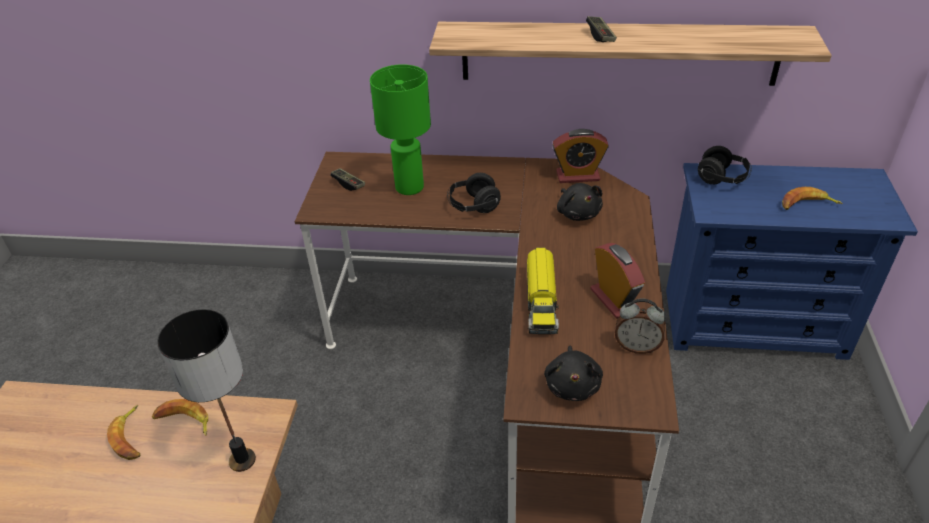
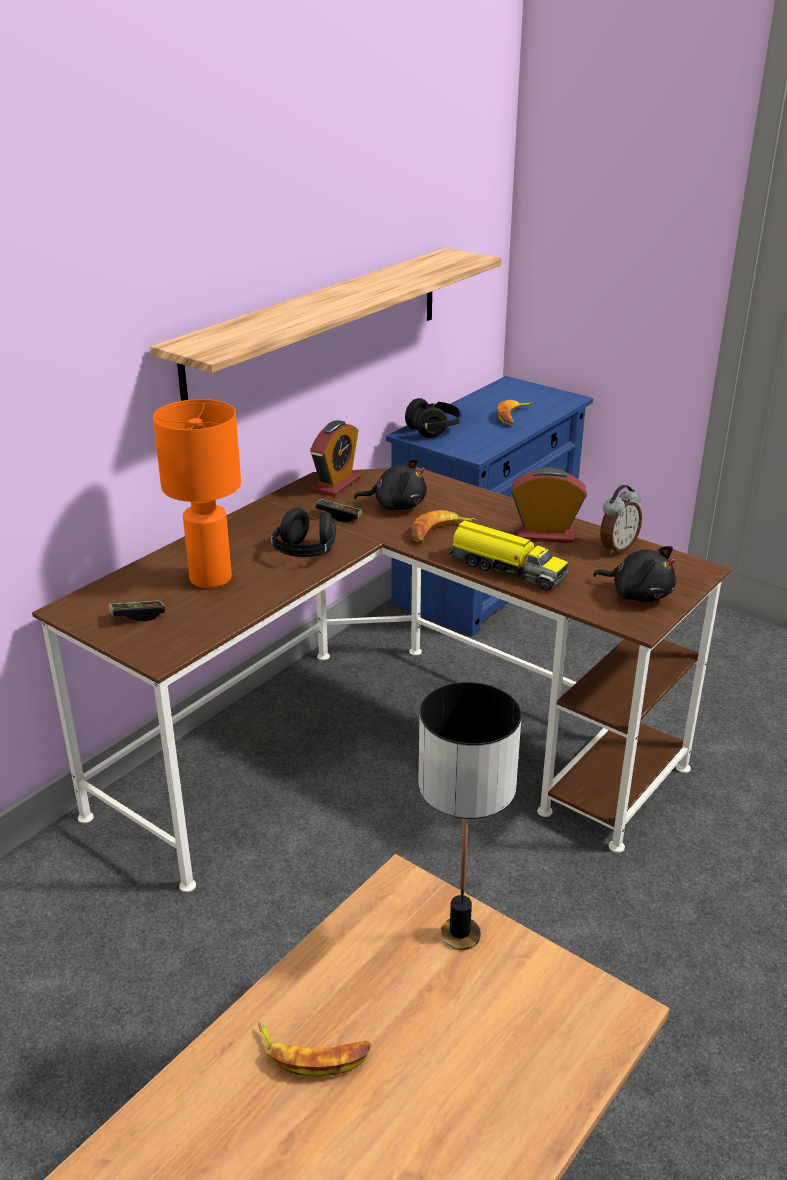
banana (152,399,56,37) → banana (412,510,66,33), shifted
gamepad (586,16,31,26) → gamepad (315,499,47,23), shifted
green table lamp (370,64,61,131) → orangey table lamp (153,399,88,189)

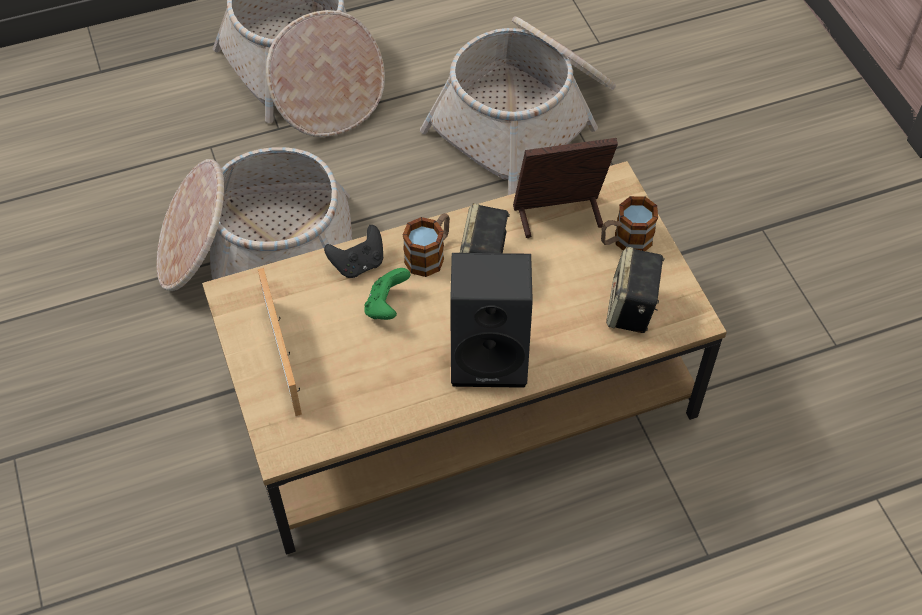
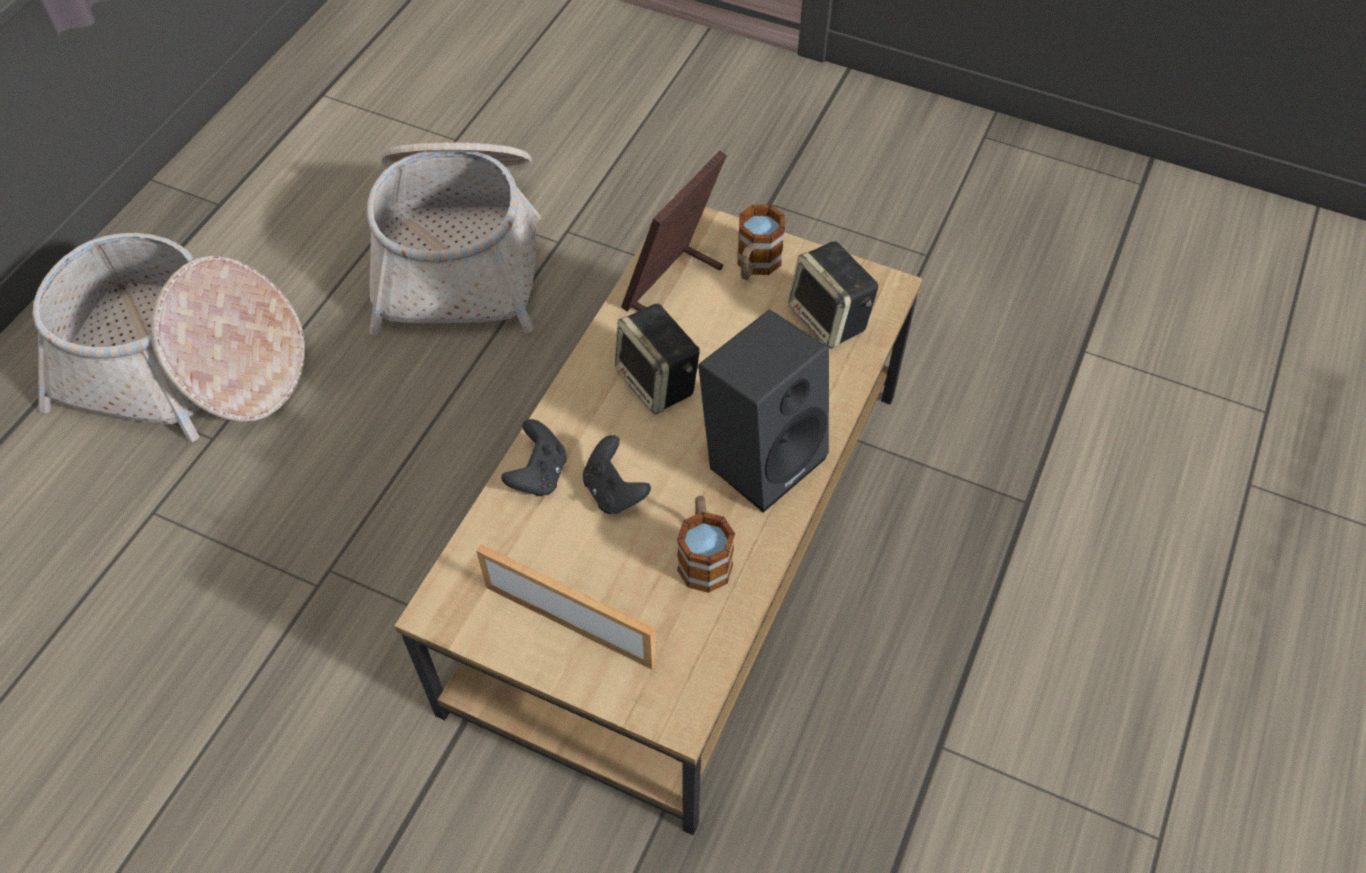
basket (157,147,195,144) → -
mug (403,213,47,64) → mug (677,496,58,97), shifted
green gamepad (364,268,46,52) → blackish gamepad (583,435,68,79)

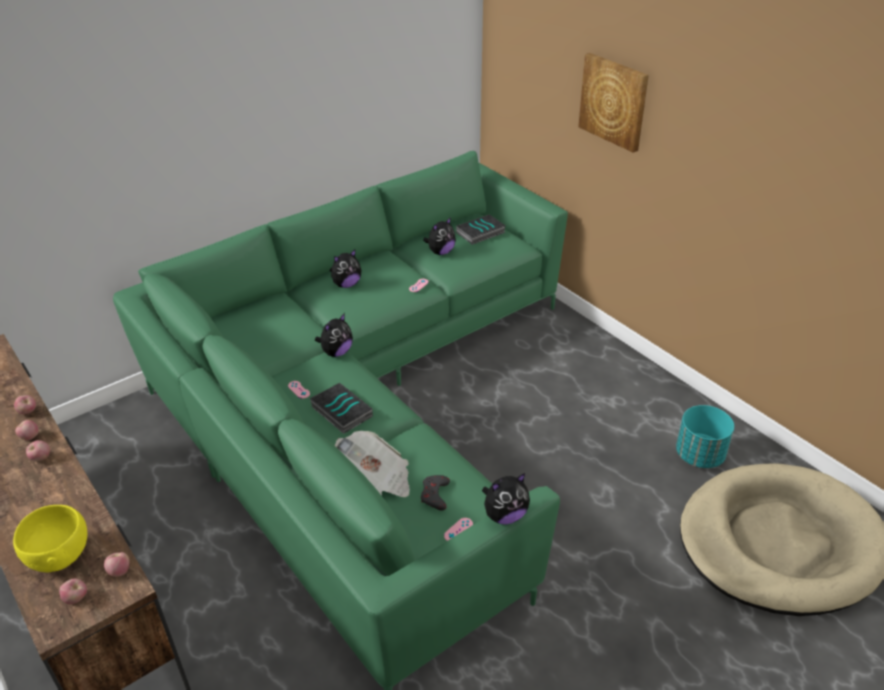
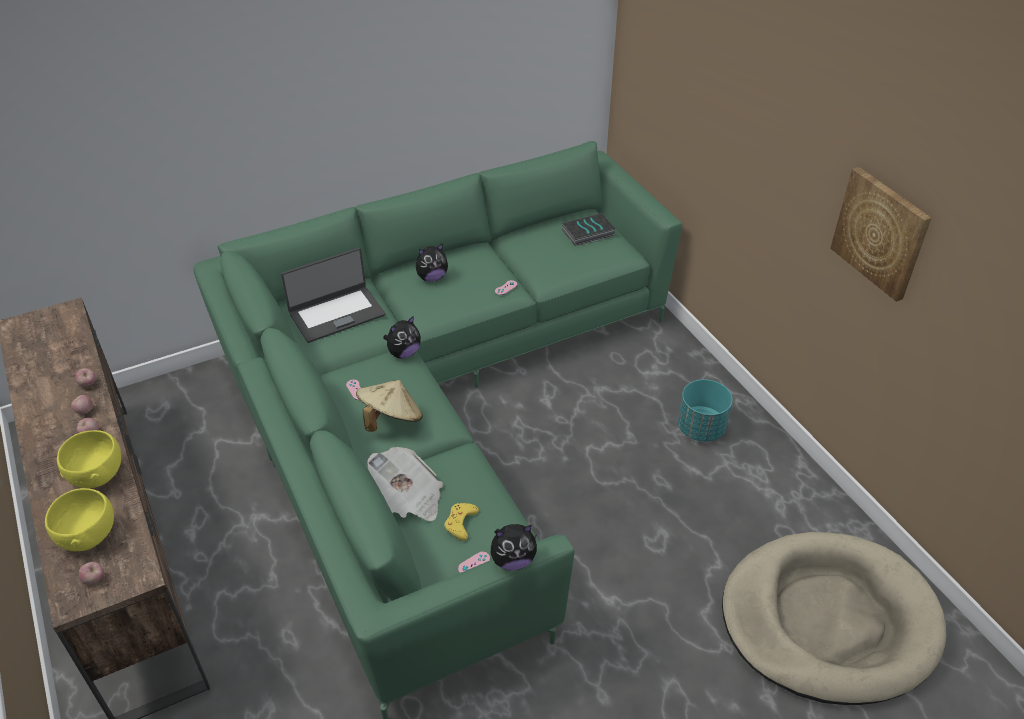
apple fruit (104,552,25,25) → -
plush toy (423,217,33,38) → -
- → yellow serving bowl (57,430,64,58)
- → portable computer (281,248,104,95)
wall picture (578,53,71,100) → wall picture (830,167,101,135), shifted
turquoise-coloured plant pot (676,405,58,63) → turquoise-coloured plant pot (678,379,55,63), shifted
volume (310,383,63,51) → beige-coloured wearable hat (356,380,67,52)
grey gamepad (421,475,29,36) → yellow gamepad (444,503,35,38)

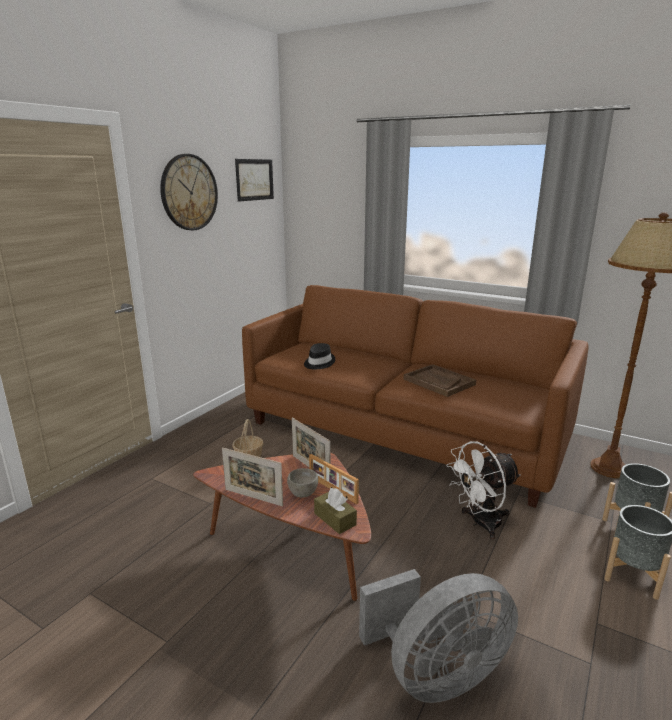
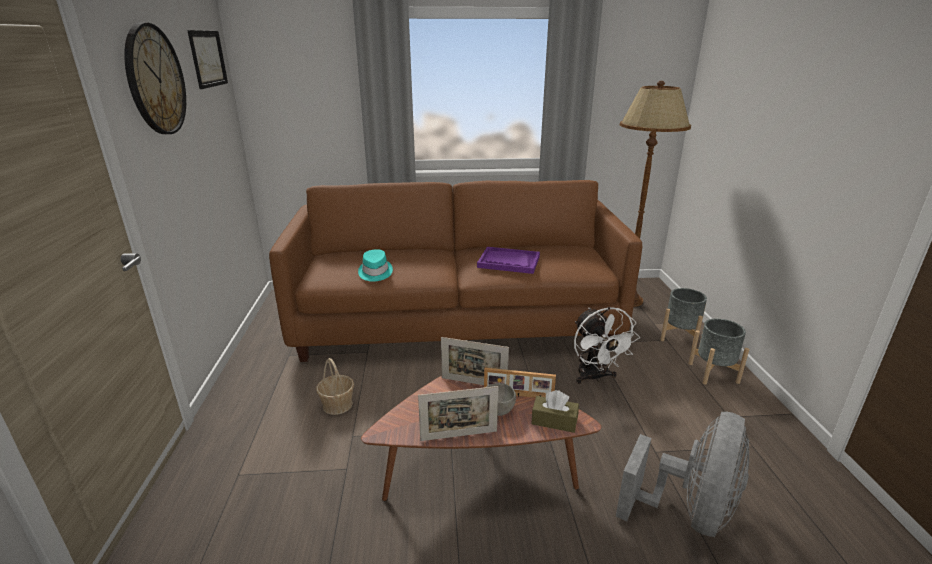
blackish wearable hat (304,343,31,26) → turquoise-coloured wearable hat (358,249,35,33)
brownish serving tray (404,364,72,33) → purple serving tray (477,247,63,27)
whitish fan (446,441,75,98) → whitish fan (574,307,66,77), 45 degrees counterclockwise

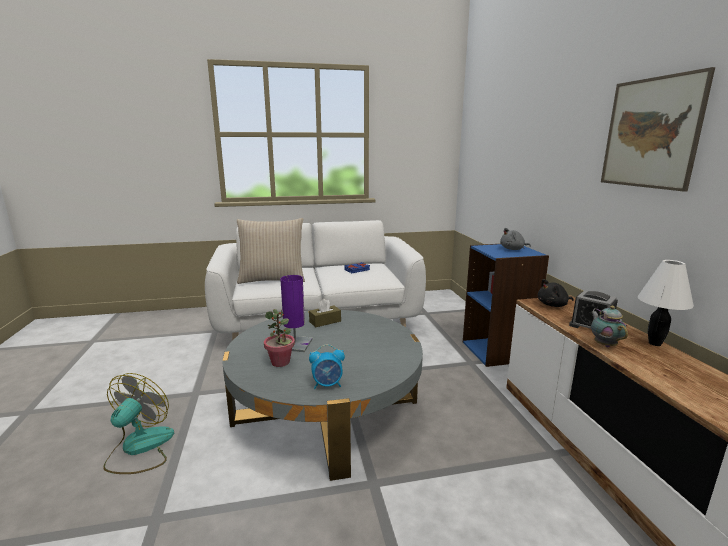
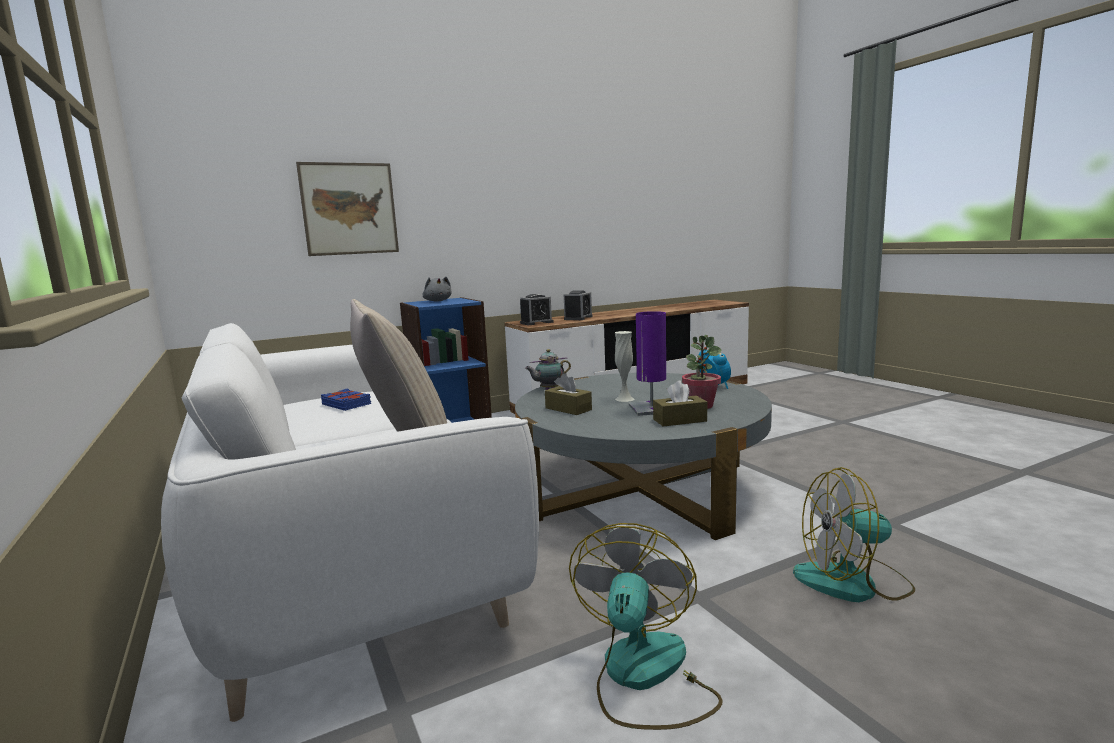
whitish table lamp (638,260,56,86) → -
- → fan (569,523,153,207)
- → whitish flower vase (615,331,19,71)
- → brownish tissue holder (653,381,54,45)
teapot (591,306,37,41) → teapot (525,349,46,41), shifted
wall picture (601,67,114,125) → wall picture (296,162,103,94), shifted
blackish plush toy (538,279,36,28) → bedside clock (520,294,34,31)

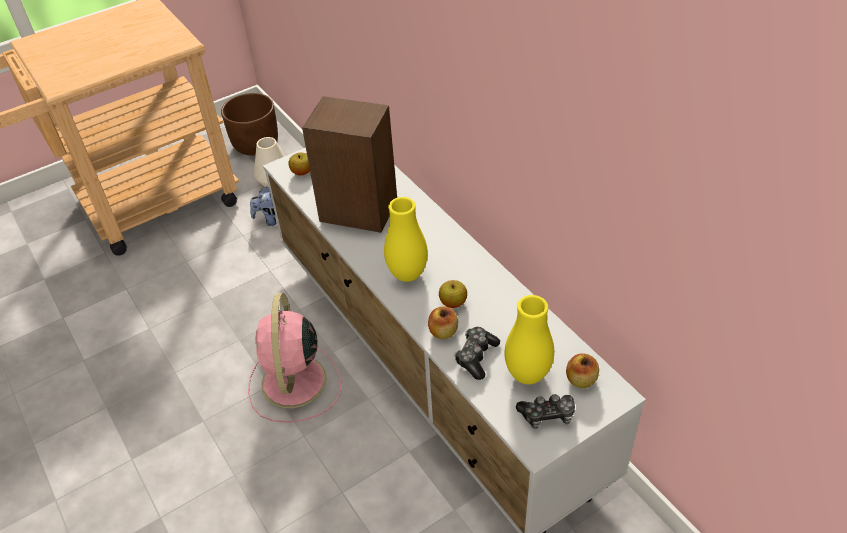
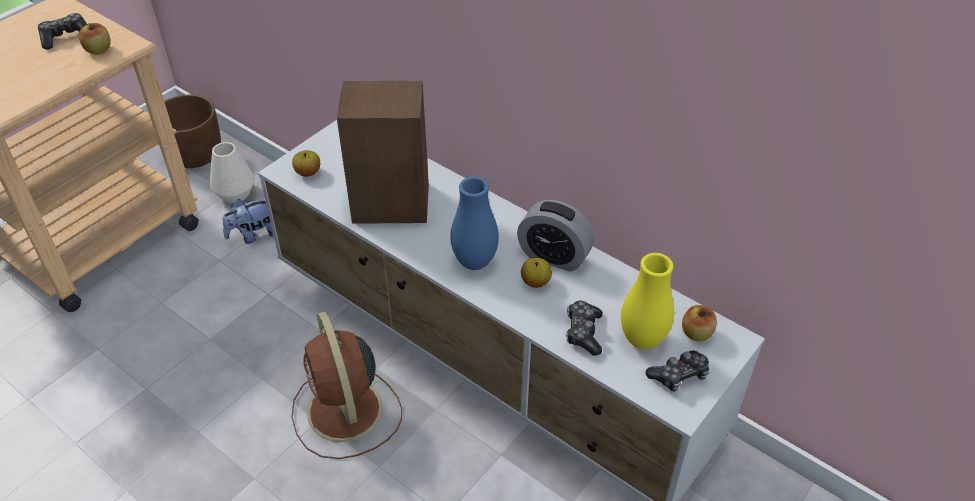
- → gamepad (38,13,50,37)
- → bedside clock (517,200,77,72)
apple fruit (428,307,30,32) → apple fruit (79,23,32,32), shifted
pink-coloured fan (248,293,93,130) → brownish fan (292,312,110,147)
yellow flower vase (384,197,44,85) → bluish flower vase (450,177,49,93)

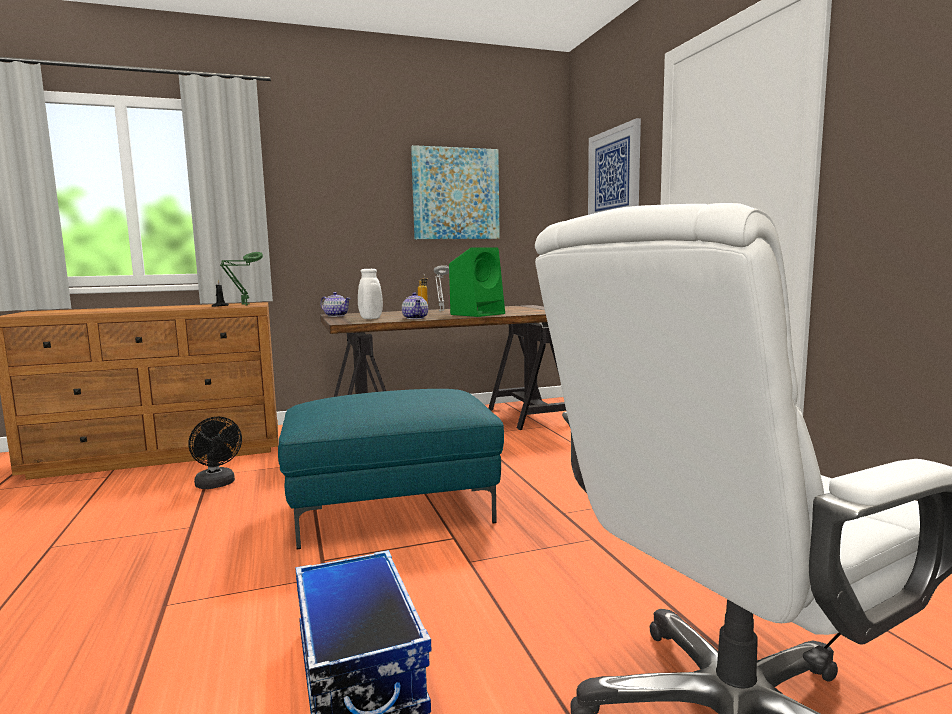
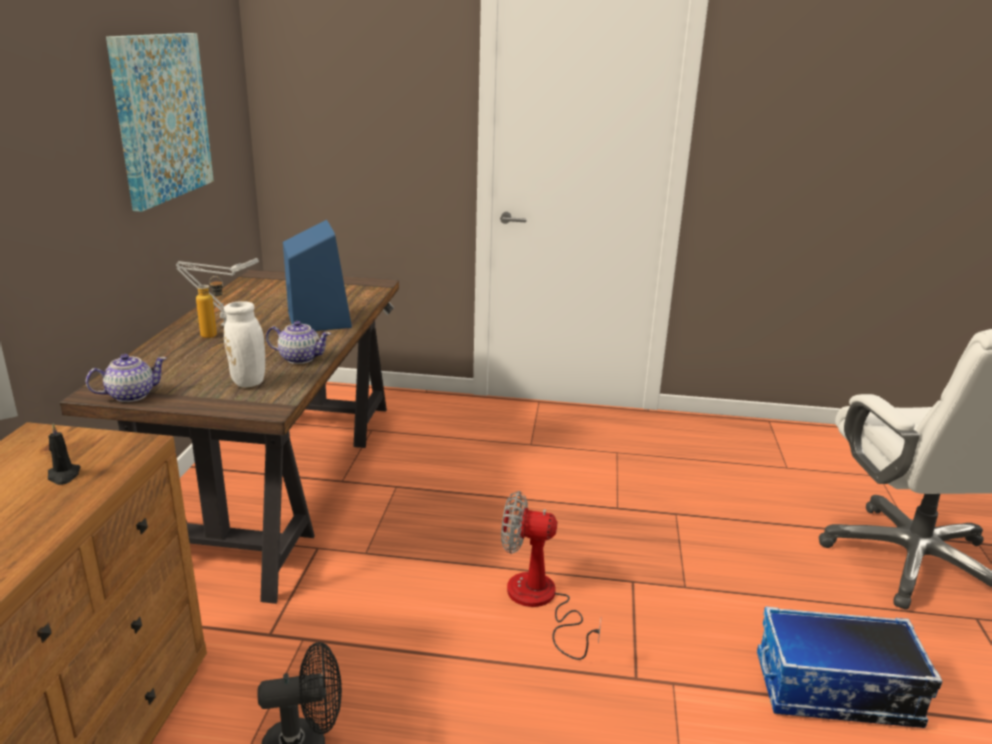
green table lamp (220,252,43,53) → -
wall picture (588,118,53,97) → -
turquoise-coloured footrest (278,389,226,160) → fan (501,491,101,169)
green audio speaker (449,247,56,70) → bluish audio speaker (283,220,69,111)

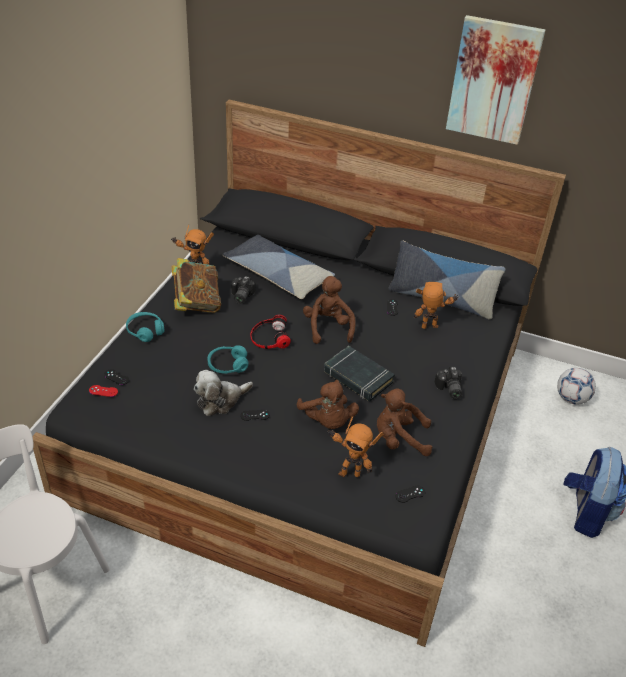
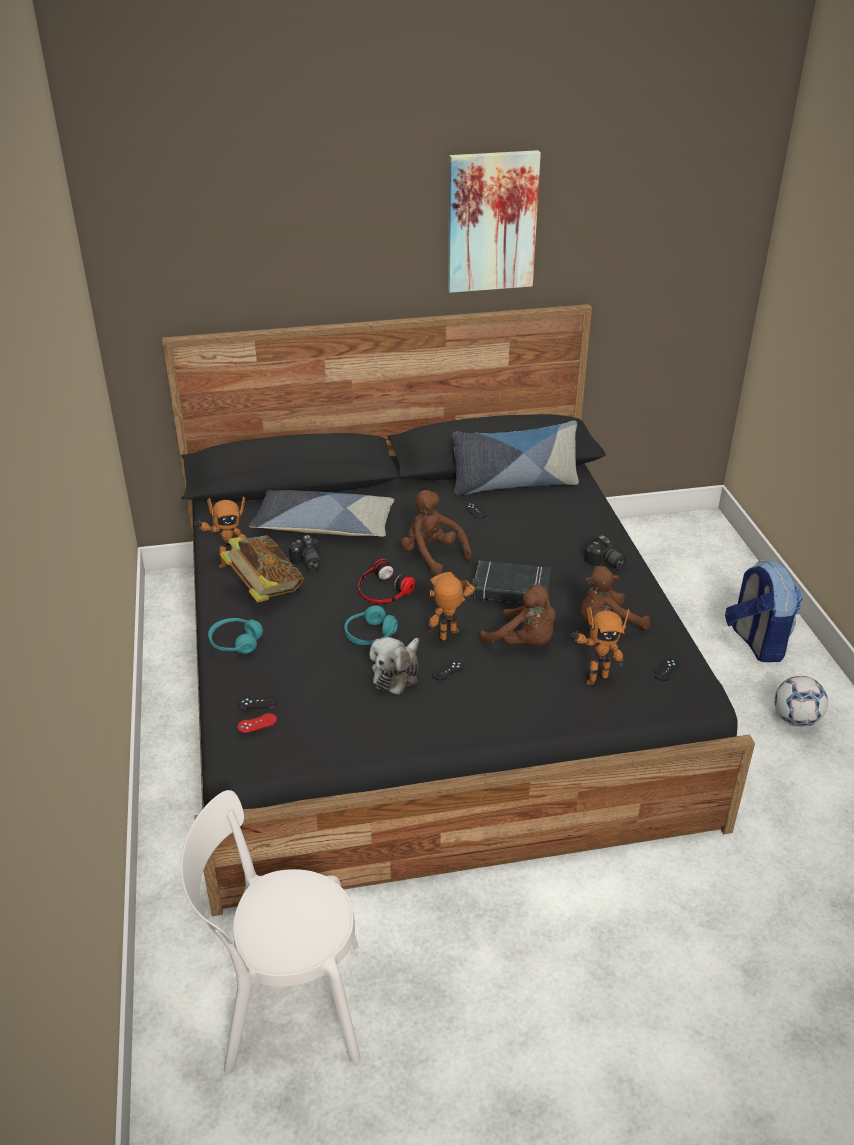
toy robot (414,282,45,47) → toy robot (428,572,51,68), shifted
football ball (557,368,39,37) → football ball (774,676,54,51), shifted

